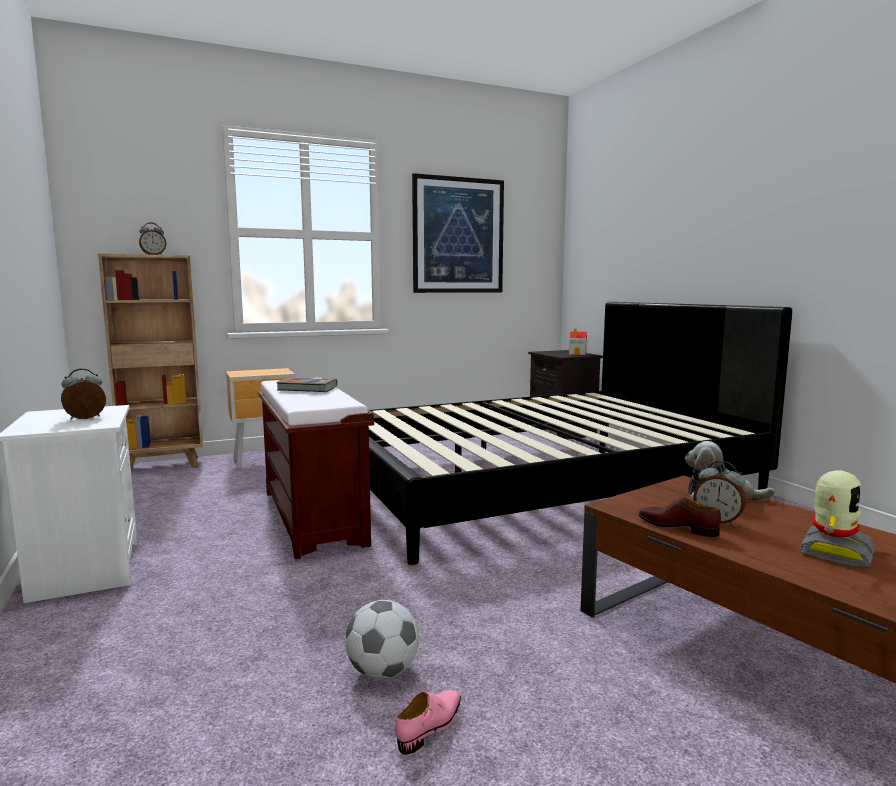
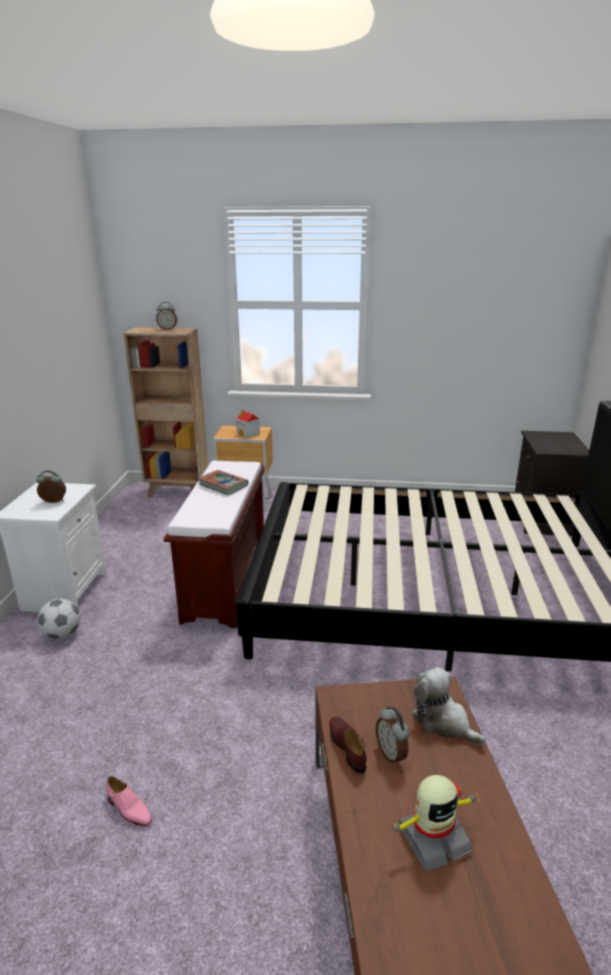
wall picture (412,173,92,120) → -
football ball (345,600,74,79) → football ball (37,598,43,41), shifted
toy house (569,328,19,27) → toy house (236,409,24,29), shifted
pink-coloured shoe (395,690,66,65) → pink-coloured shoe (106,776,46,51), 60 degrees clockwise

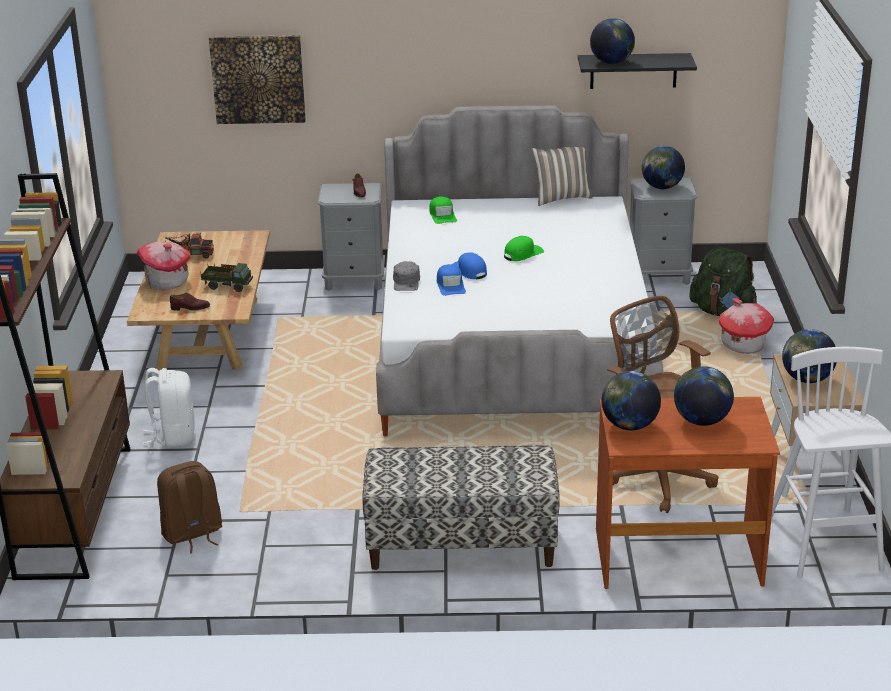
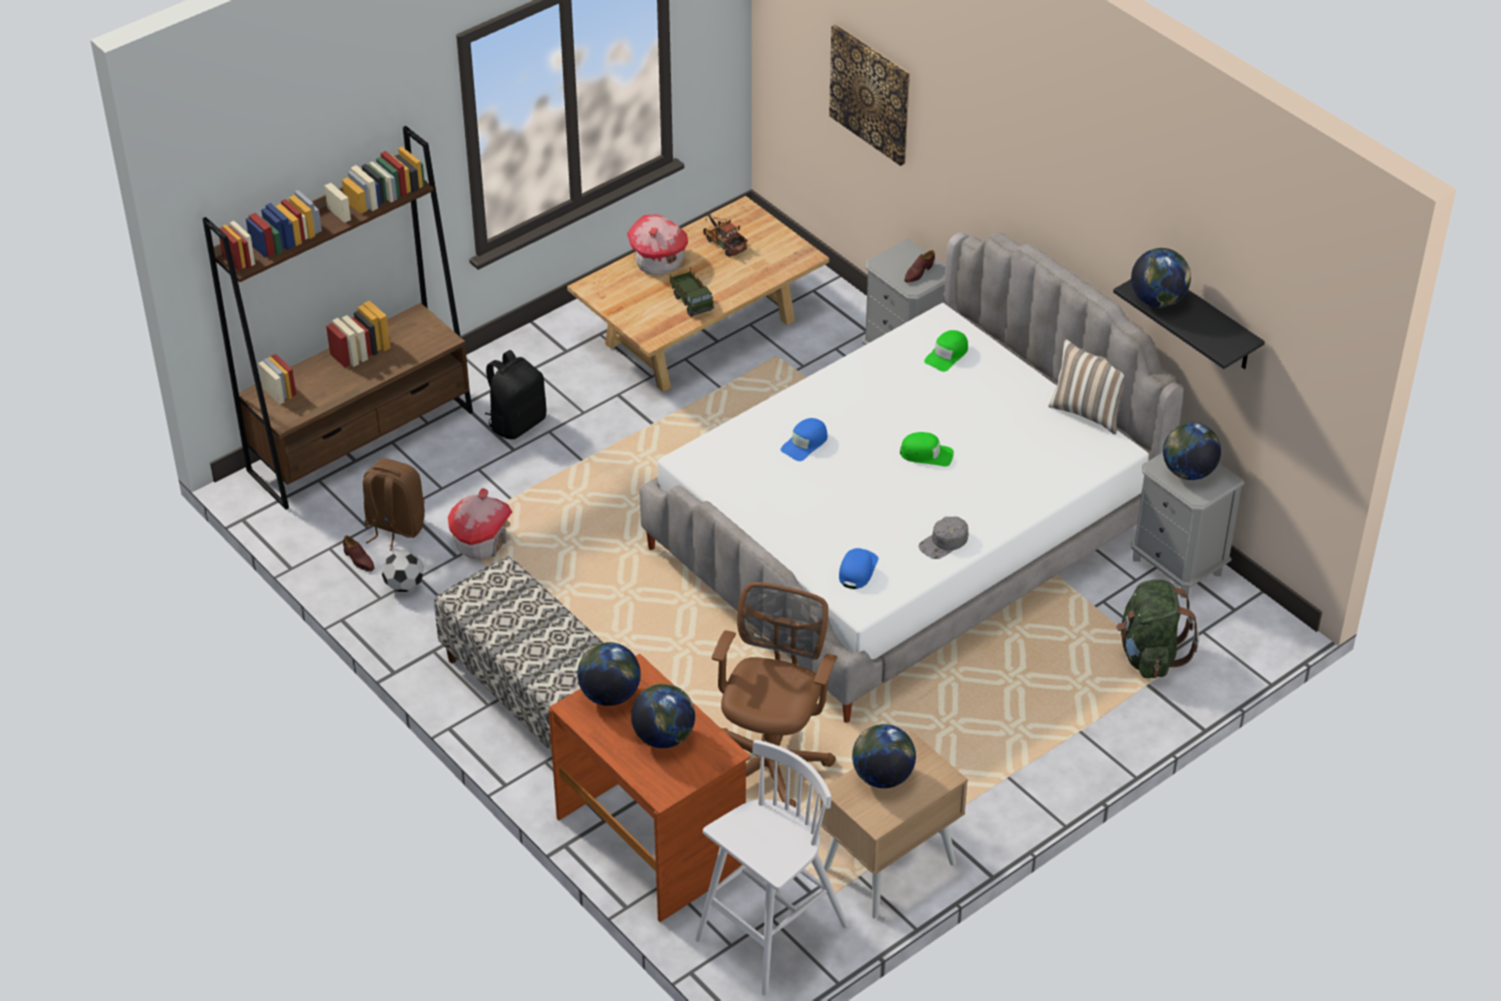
- → football ball (382,550,42,42)
brownish shoe (170,293,40,18) → brownish shoe (343,535,32,36), shifted
grey baseball cap (393,261,27,30) → grey baseball cap (918,516,51,43), shifted
bluish baseball cap (452,252,35,27) → bluish baseball cap (839,548,39,41), shifted
toy house (719,298,55,56) → toy house (448,488,64,71), shifted
whitish knapsack (143,368,52,80) → blackish knapsack (485,350,61,89)

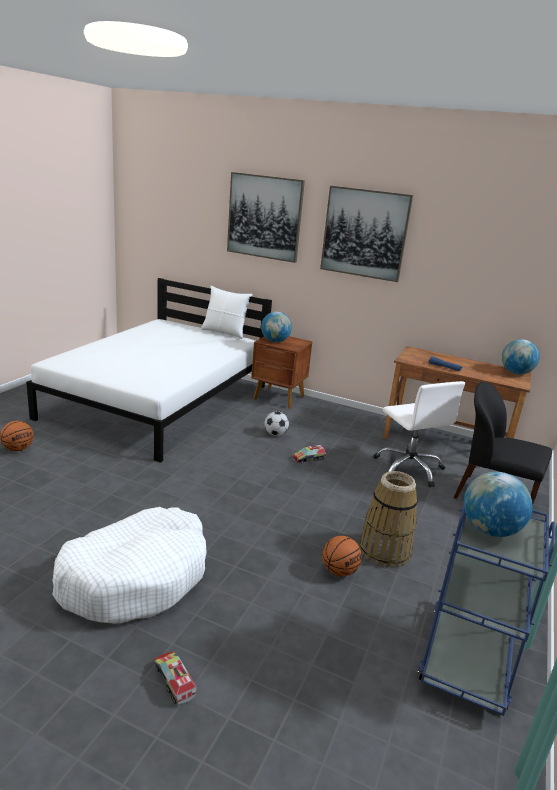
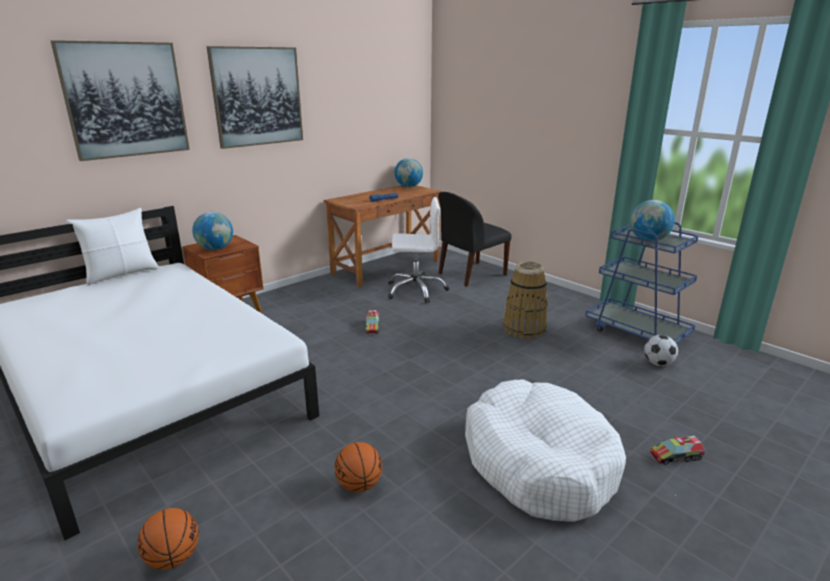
football ball (264,411,25,25) → football ball (644,335,34,31), shifted
ball for basketball (322,536,40,41) → ball for basketball (334,442,48,50), shifted

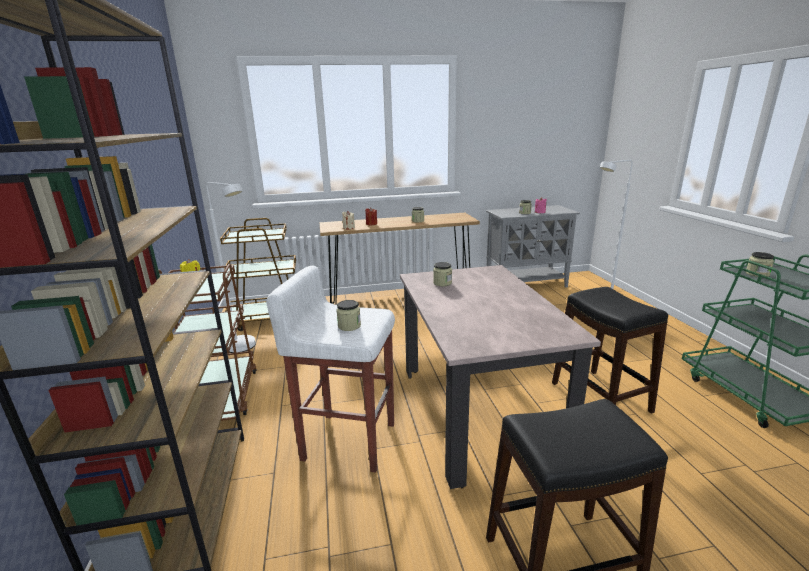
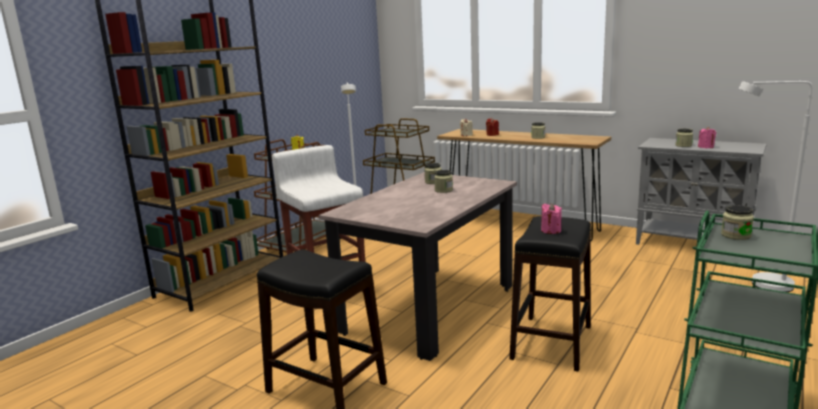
- → pink-coloured wax light (541,203,21,31)
jar (336,300,25,31) → jar (434,170,19,23), shifted

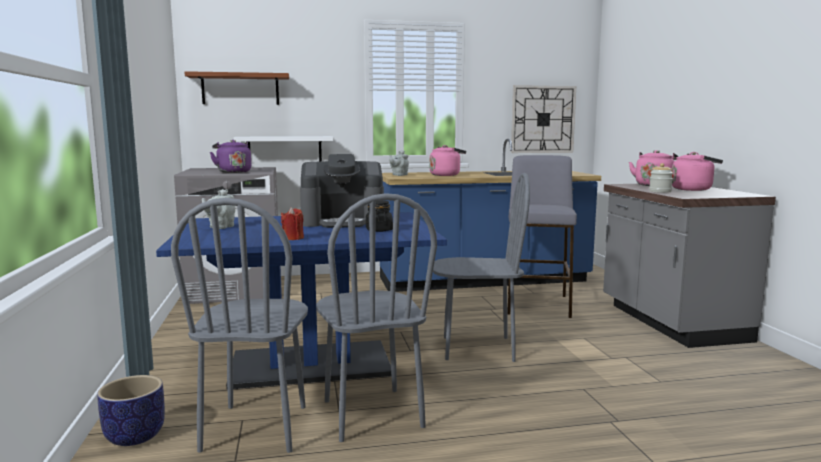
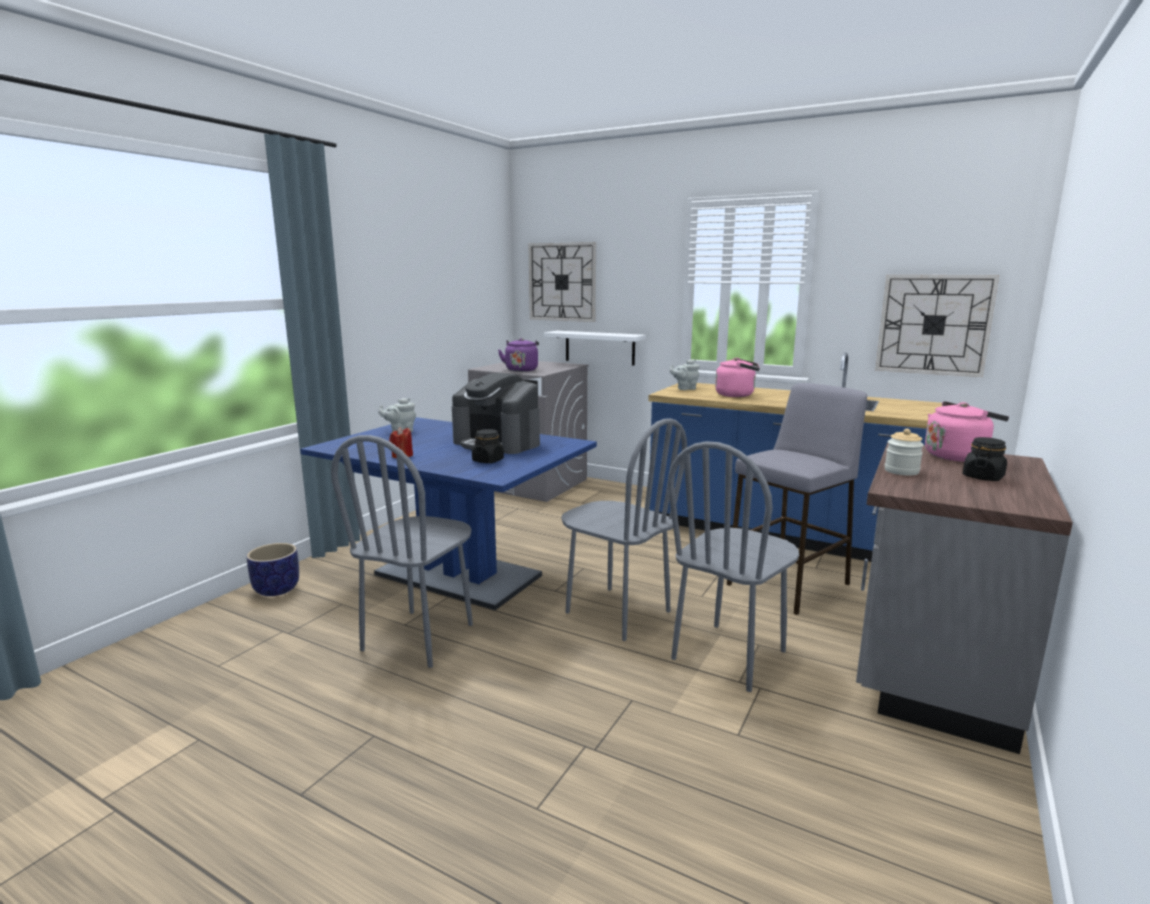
grey plain chair (171,198,137,255) → grey plain chair (668,441,131,251), shifted
brownish wall shelf (185,71,104,34) → wall clock (528,242,68,80)
pink-coloured water kettle (672,152,51,39) → blackish jar (963,437,44,44)

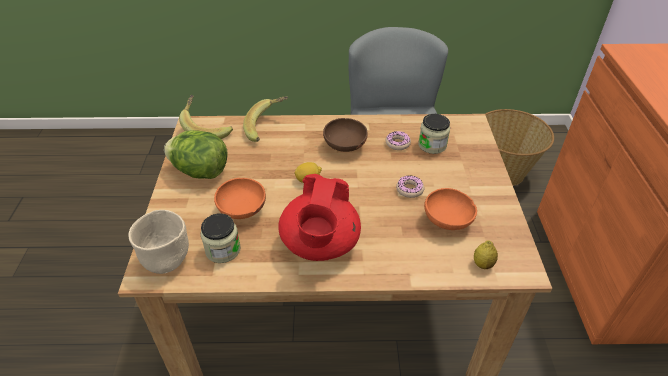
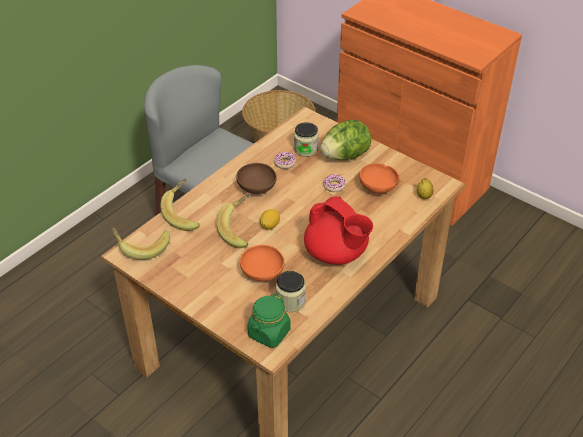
- → banana (217,194,33,54)
head of lettuce (164,130,64,49) → head of lettuce (320,120,51,40), shifted
beige-coloured serving bowl (128,210,61,64) → green jar (247,294,44,54)

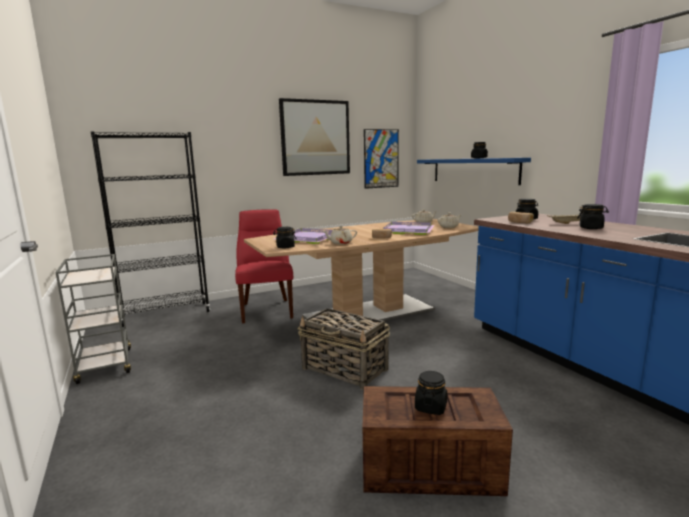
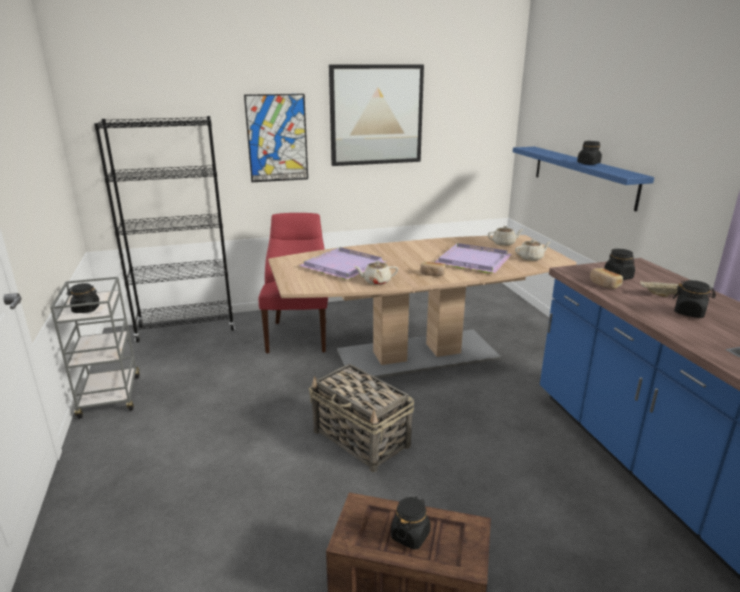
blackish jar (273,227,23,21) → blackish jar (67,283,33,30), shifted
wall picture (364,129,35,60) → wall picture (244,94,64,88), shifted

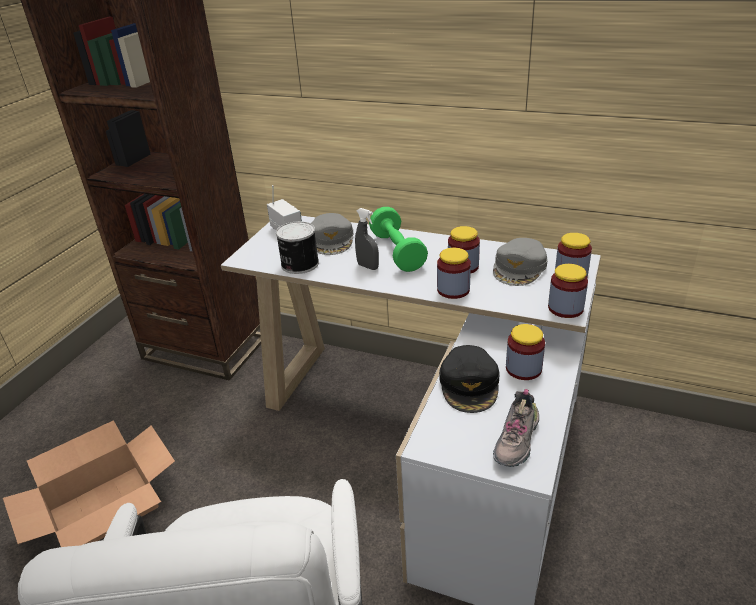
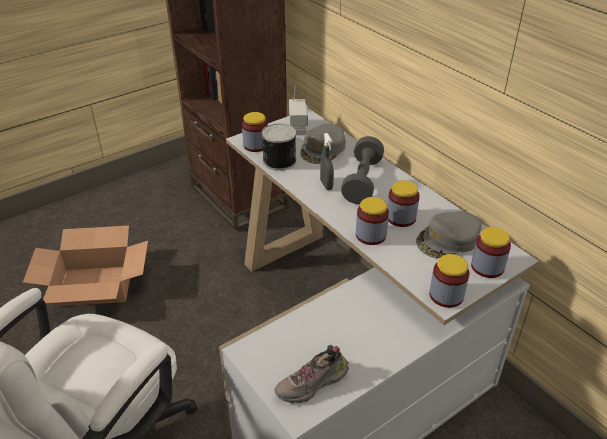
blackish baseball cap (439,345,61,68) → -
jar (506,324,39,56) → jar (242,112,26,40), shifted
green free weight (369,207,59,65) → grey free weight (341,136,43,68)

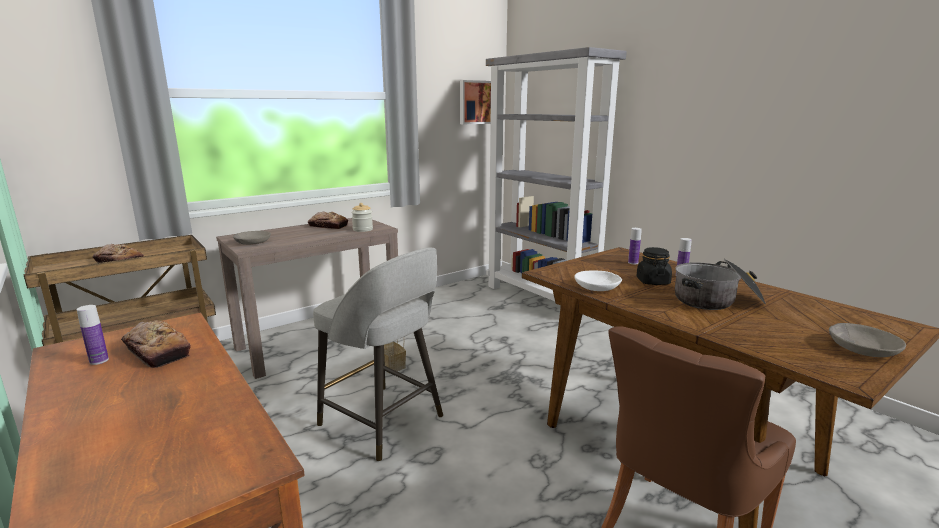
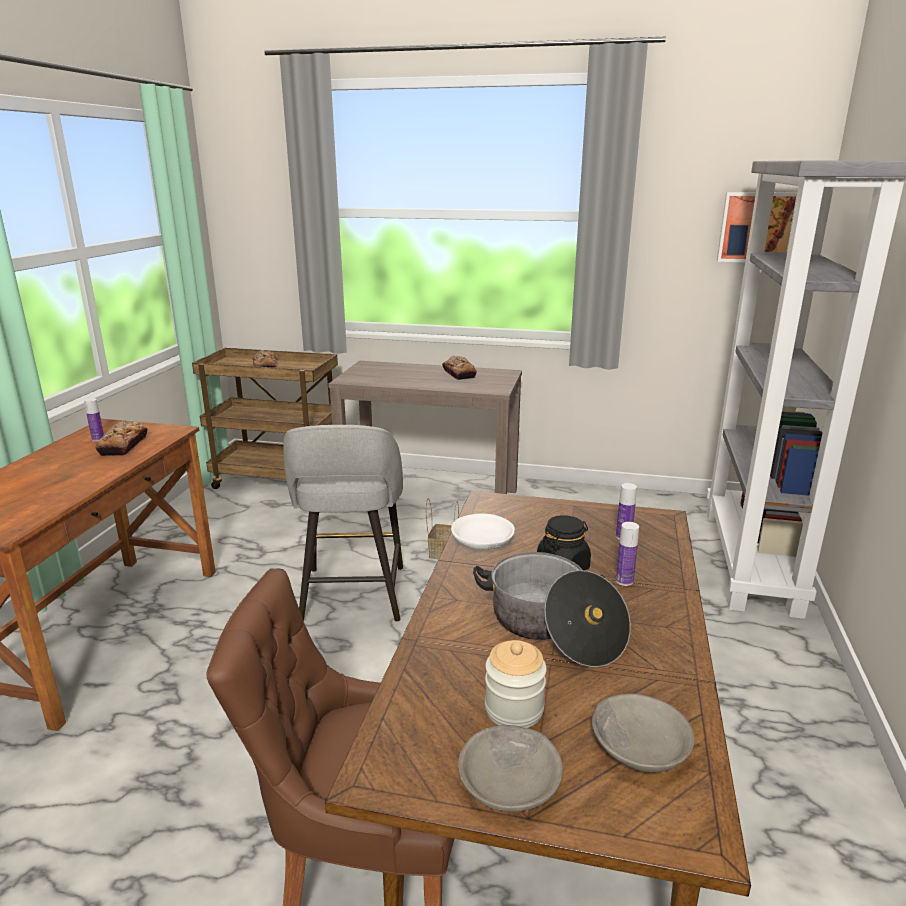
grey serving bowl (233,231,38,14) → grey serving bowl (592,694,103,78), shifted
jar (351,203,22,29) → jar (485,640,62,88), shifted

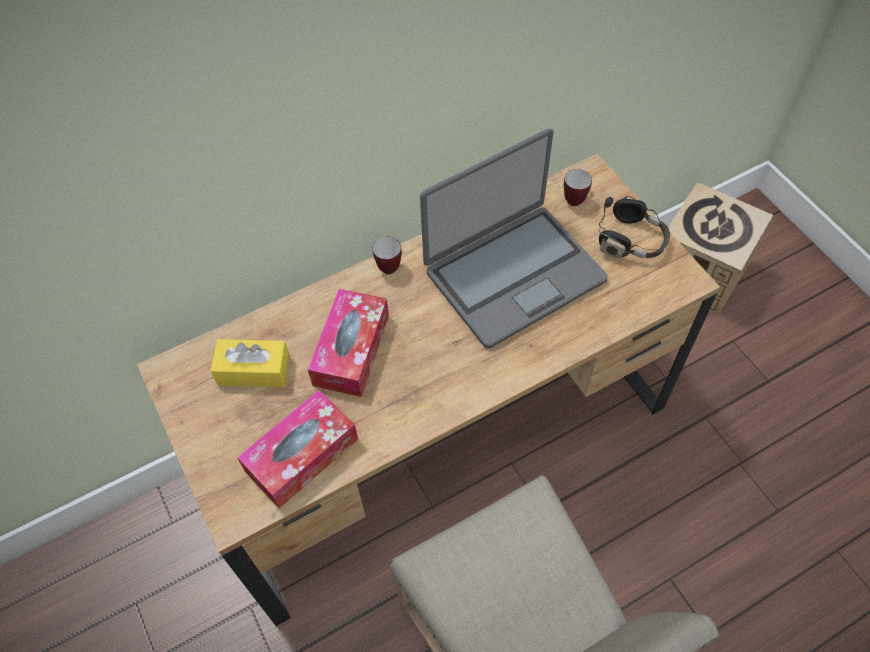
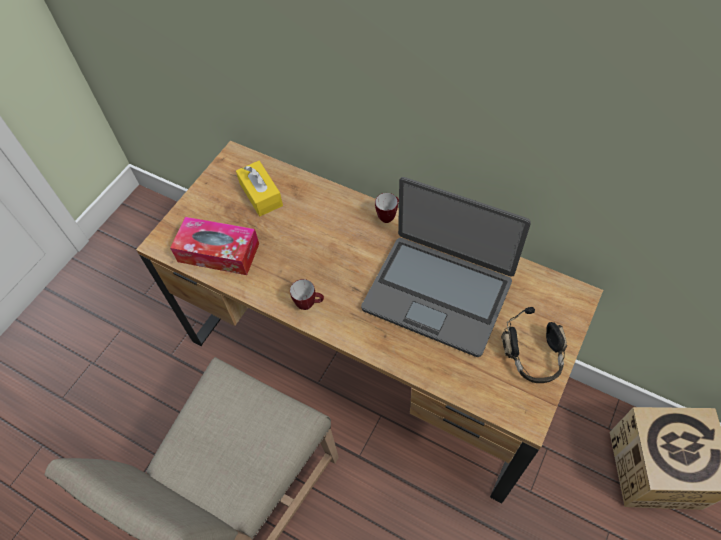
tissue holder (308,289,81,108) → -
mug (564,169,28,37) → mug (290,279,34,31), shifted

